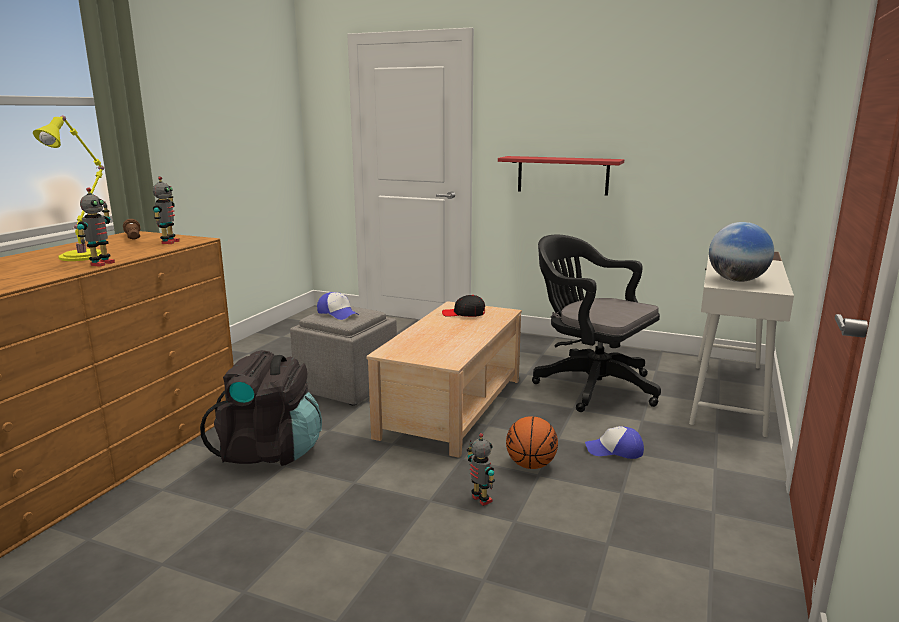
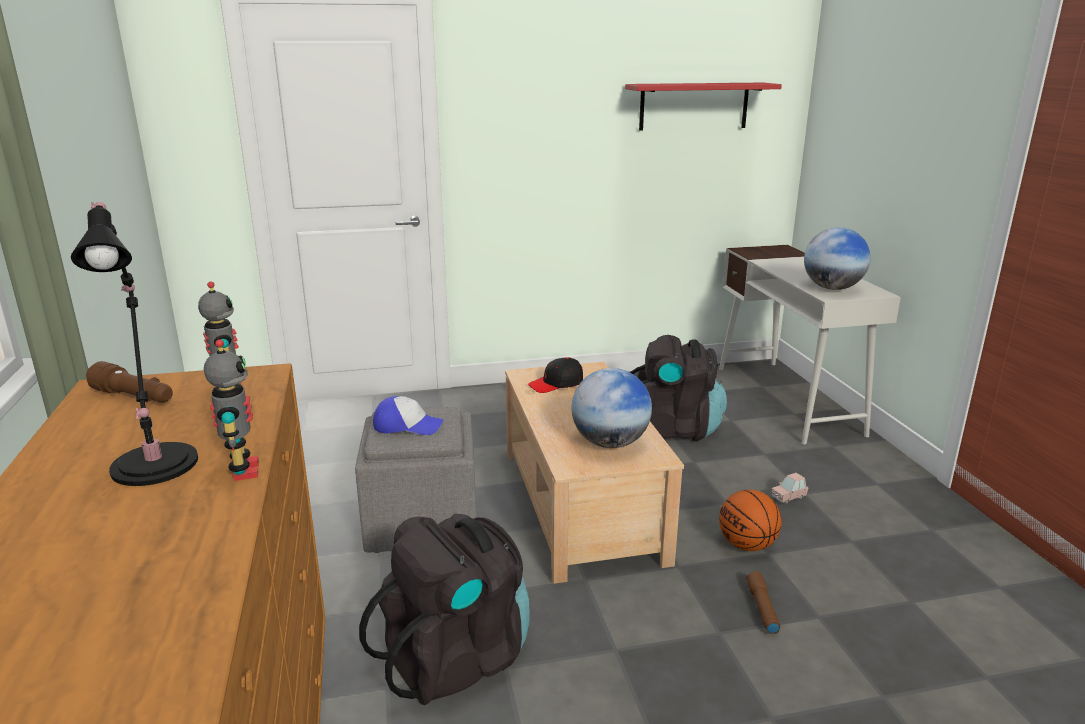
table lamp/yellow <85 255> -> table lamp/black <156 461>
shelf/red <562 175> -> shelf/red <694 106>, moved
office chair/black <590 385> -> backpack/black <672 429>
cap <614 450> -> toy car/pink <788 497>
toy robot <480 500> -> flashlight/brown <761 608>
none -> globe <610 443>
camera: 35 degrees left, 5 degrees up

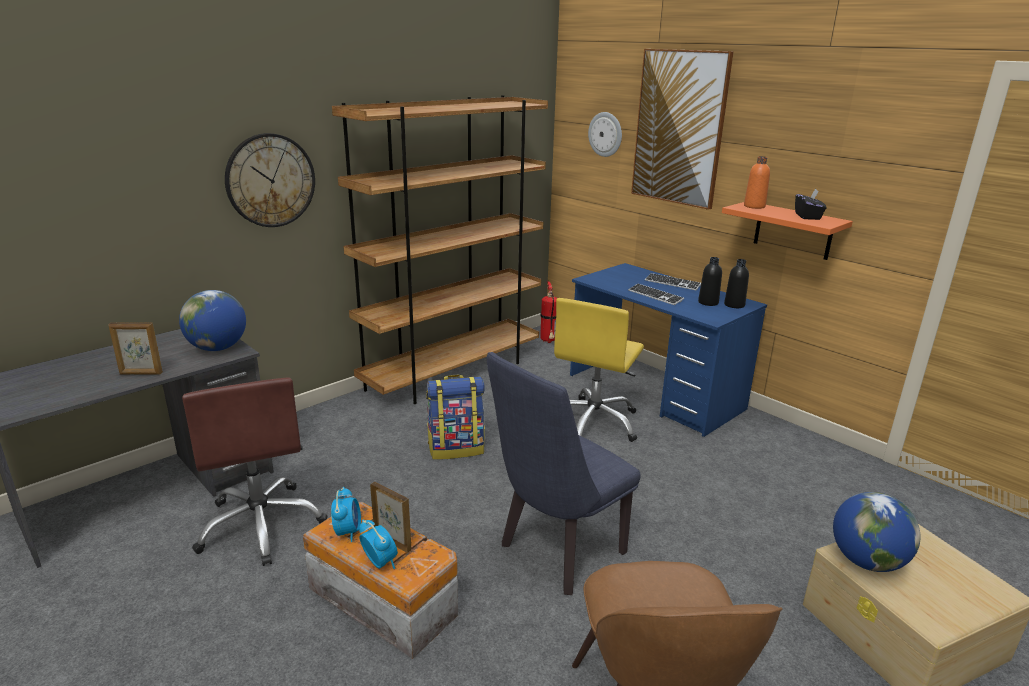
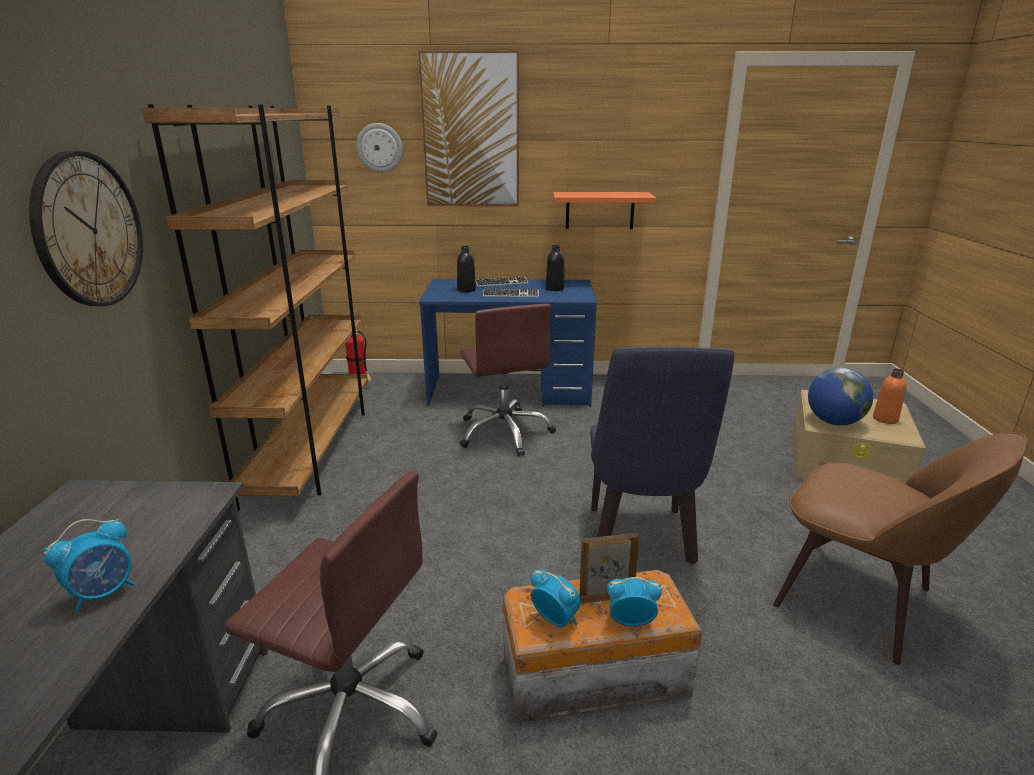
bottle/orange <754 206> -> bottle/orange <885 419>, moved
tissue box/black <808 216> -> none
bottle/black <734 305> -> bottle/black <466 290>, moved
globe <218 348> -> none
office chair/yellow <594 422> -> office chair/brown <505 432>
picture frame <141 373> -> alarm clock <104 593>
backpack <456 448> -> none
camera: 45 degrees left, 0 degrees up

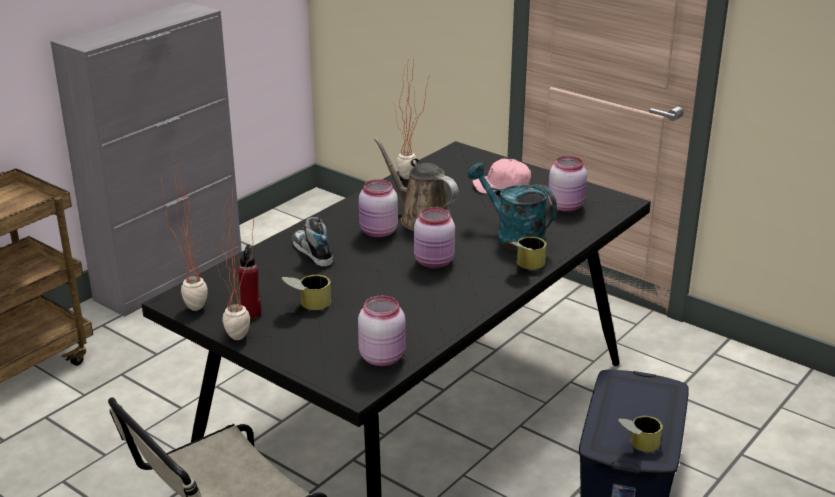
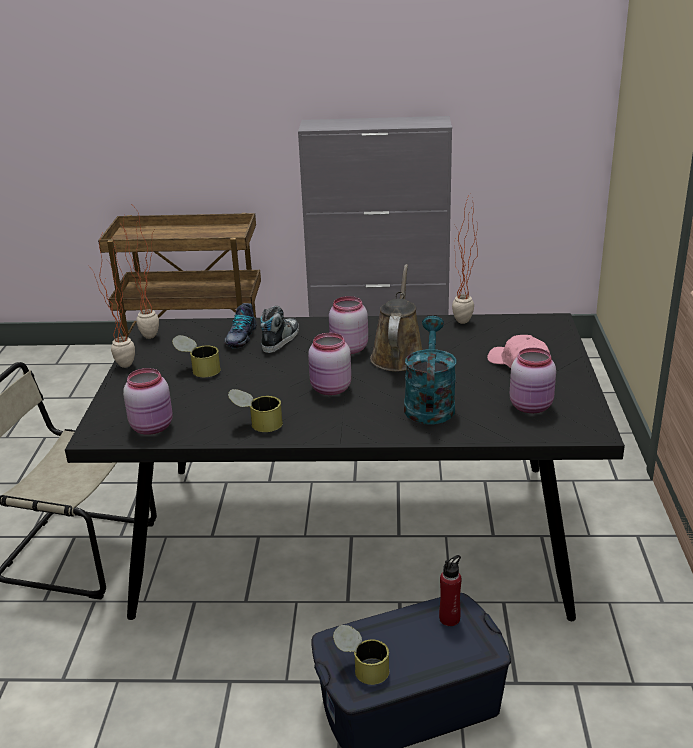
can <525 266> -> can <257 424>, moved
bottle/red <251 313> -> bottle/red <449 618>, moved
none -> shoe <240 337>
camera: 55 degrees right, 0 degrees up

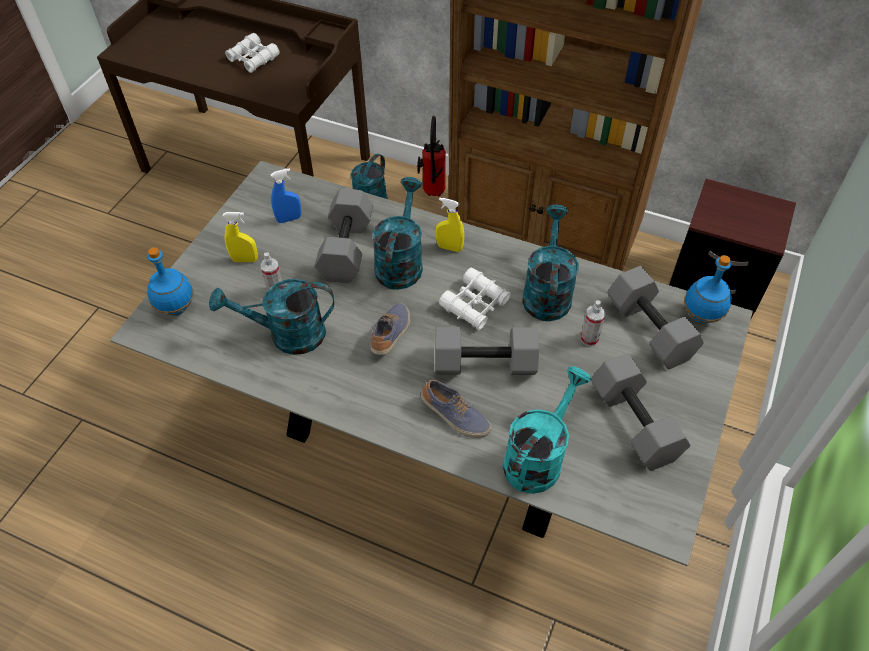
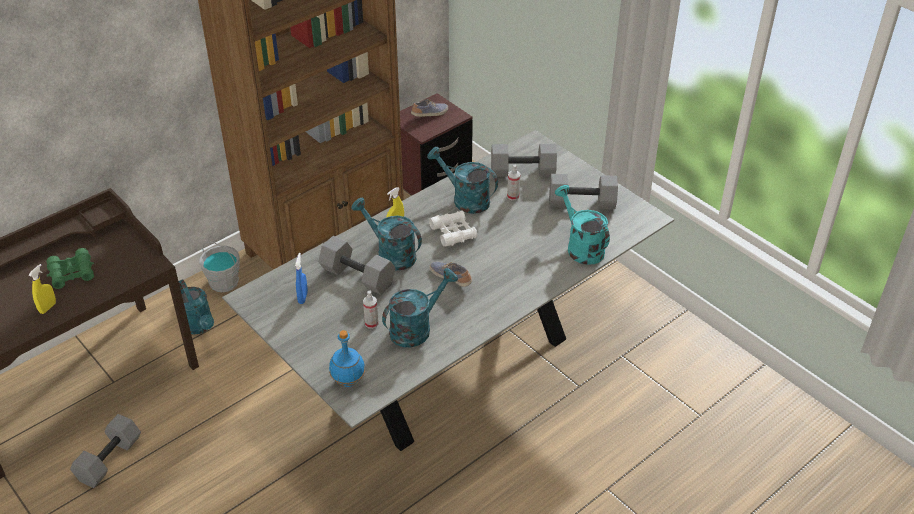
binoculars/white <253 59> -> binoculars/green <72 273>
fire extinguisher <432 194> -> bucket/grey <223 282>
spray bottle/yellow <245 260> -> spray bottle/yellow <48 307>, moved
bottle/blue <701 317> -> none
watering can/turquoise <287 335> -> watering can/turquoise <416 328>, 150 degrees counterclockwise
dumbbell/grey <485 362> -> dumbbell/grey <109 459>, moved
shoe <455 416> -> shoe <430 114>, moved
camera: 65 degrees left, 10 degrees down

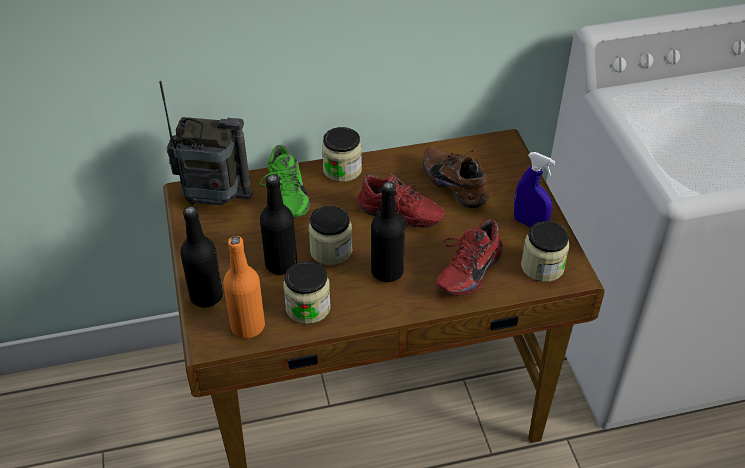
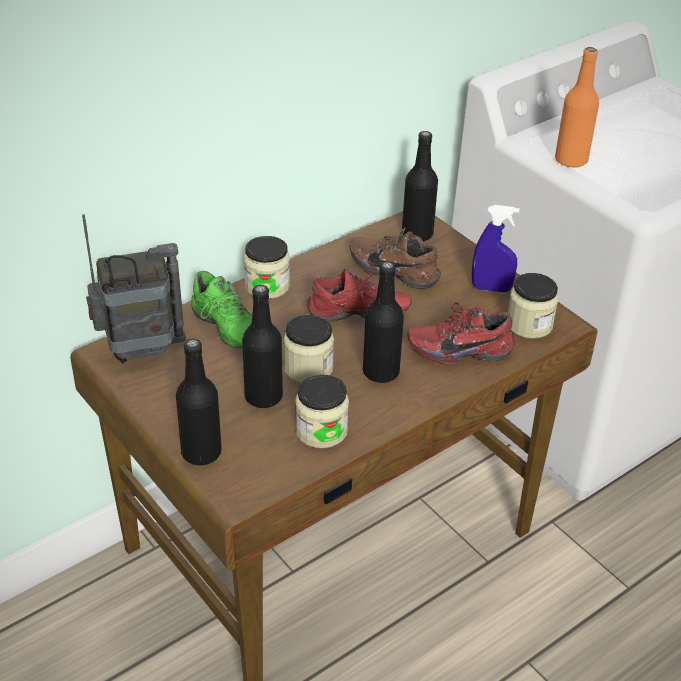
shoe/red <466 271> -> shoe/red <459 349>, 75 degrees clockwise
bottle/orange <248 326> -> bottle/orange <571 160>, moved
none -> bottle/black <417 234>
camera: 25 degrees left, 5 degrees down

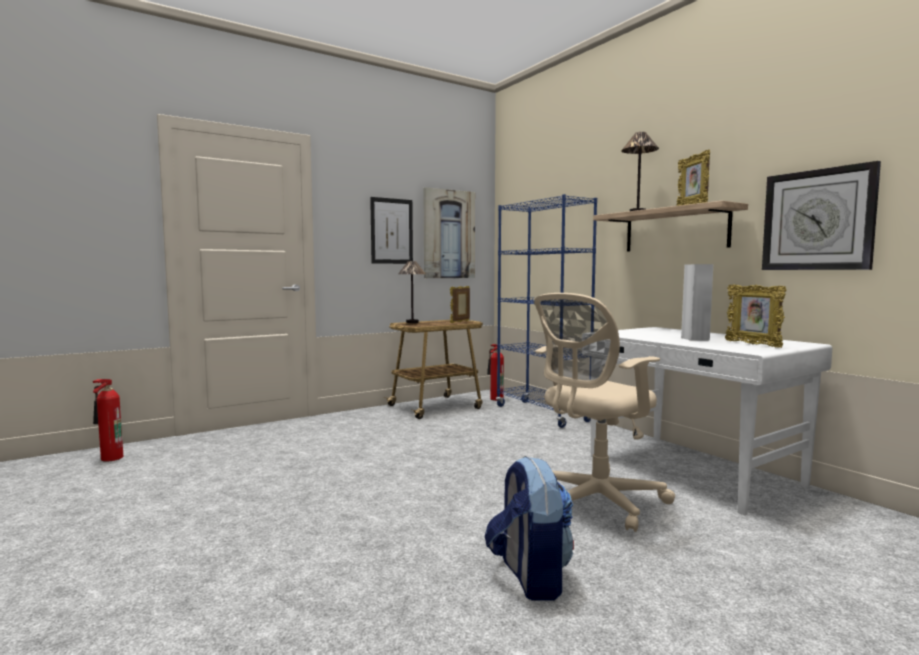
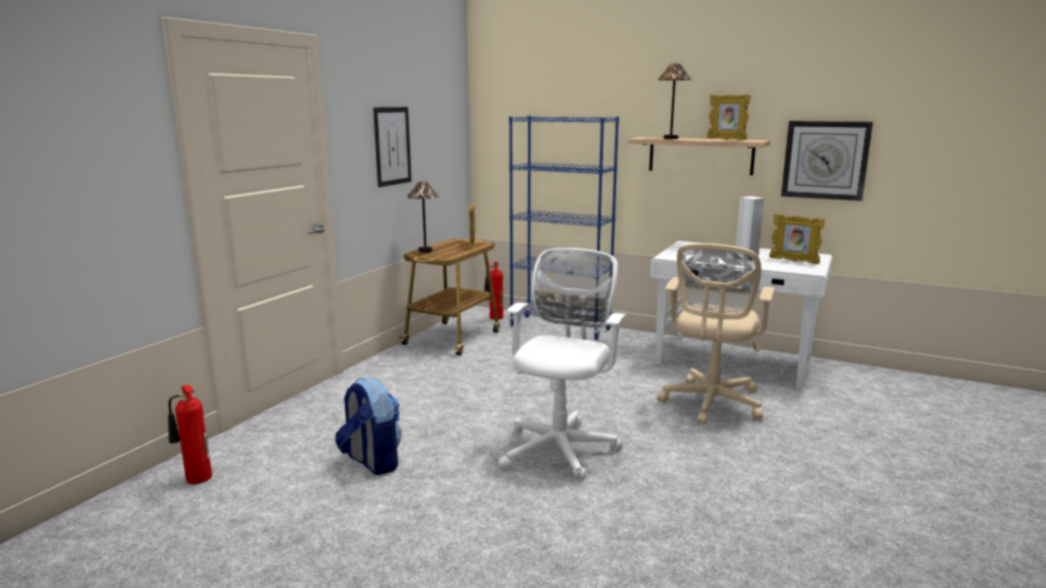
picture <448 234> -> none
backpack <529 577> -> backpack <371 461>, moved
none -> office chair/white <561 448>
camera: 30 degrees left, 10 degrees up

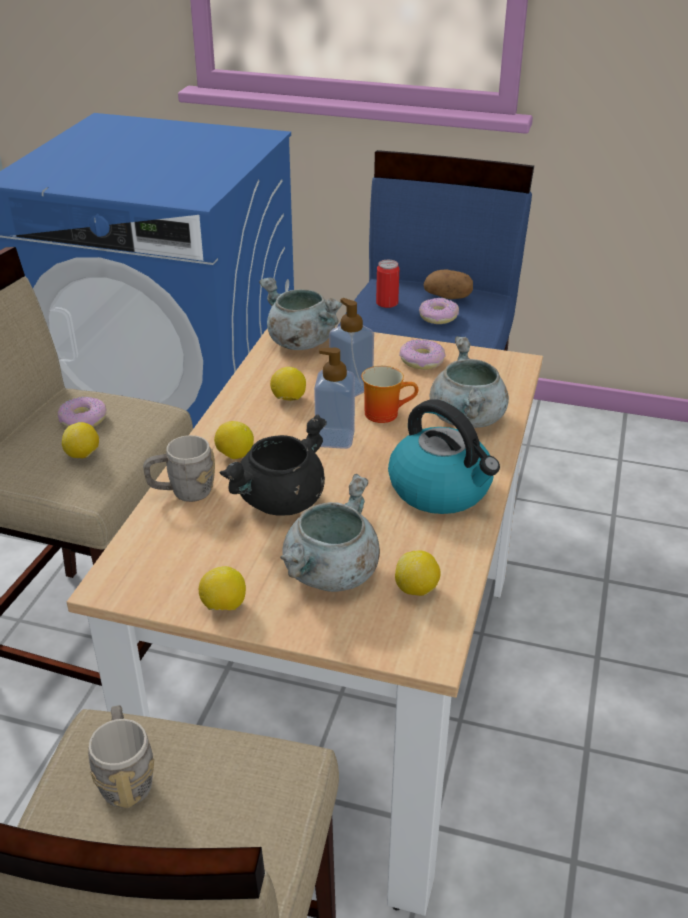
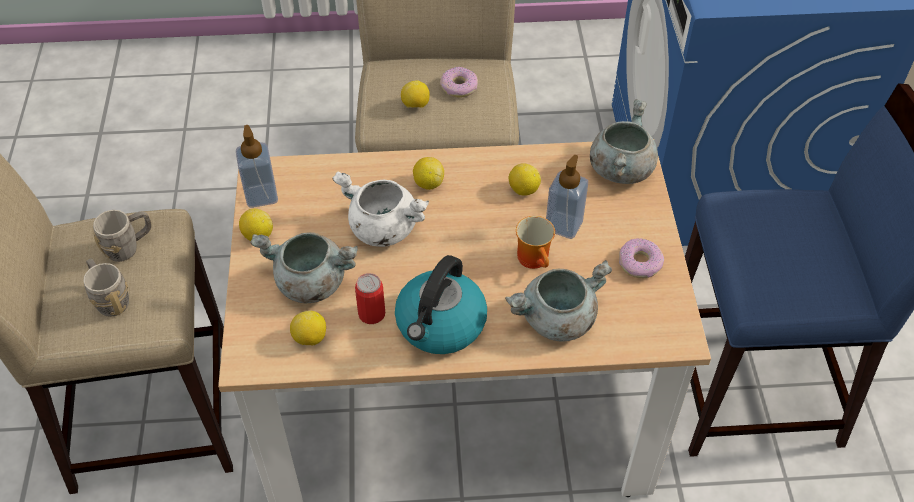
can <387 303> -> can <371 314>, moved
potato <448 297> -> none
donut <438 317> -> none
soap dispenser <335 439> -> soap dispenser <261 196>, moved
cooking pot/black <280 502> -> cooking pot/white <382 229>
mug/grey <182 492> -> mug/grey <110 299>, moved
camera: 70 degrees right, 15 degrees up

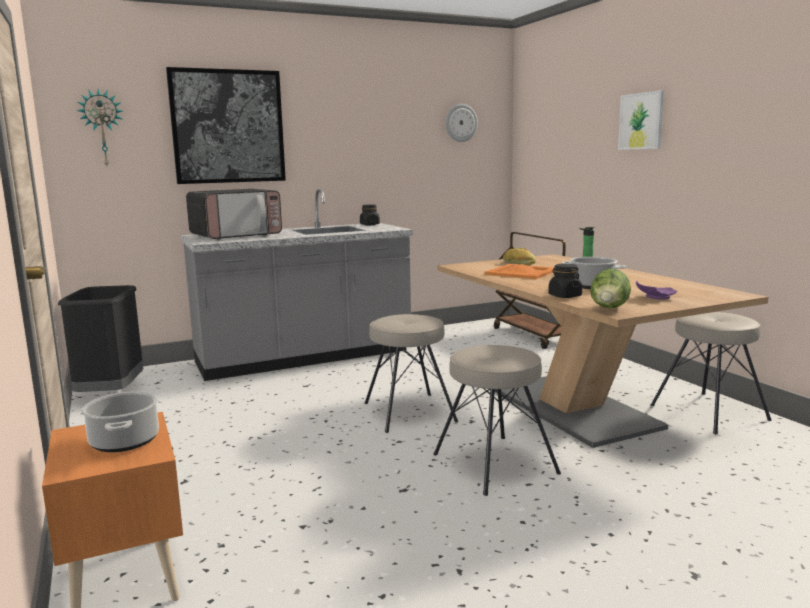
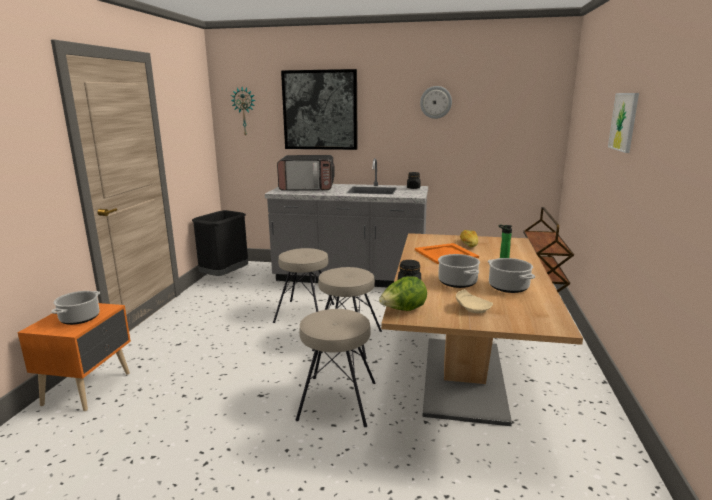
wall clock <460 123> -> wall clock <436 102>, moved
plate/purple <654 297> -> plate/beige <472 308>
stool/beige <709 412> -> stool/beige <305 313>, moved
none -> cooking pot <509 287>
camera: 35 degrees right, 5 degrees up

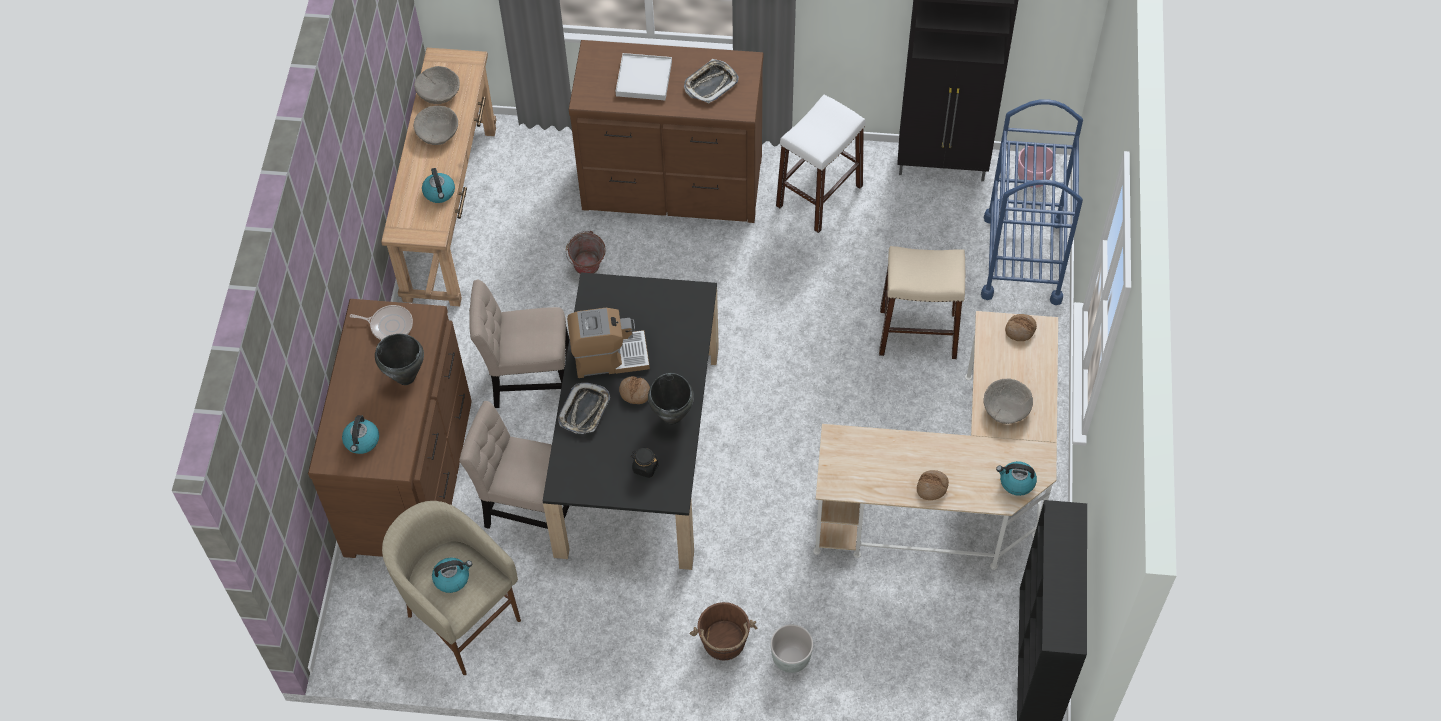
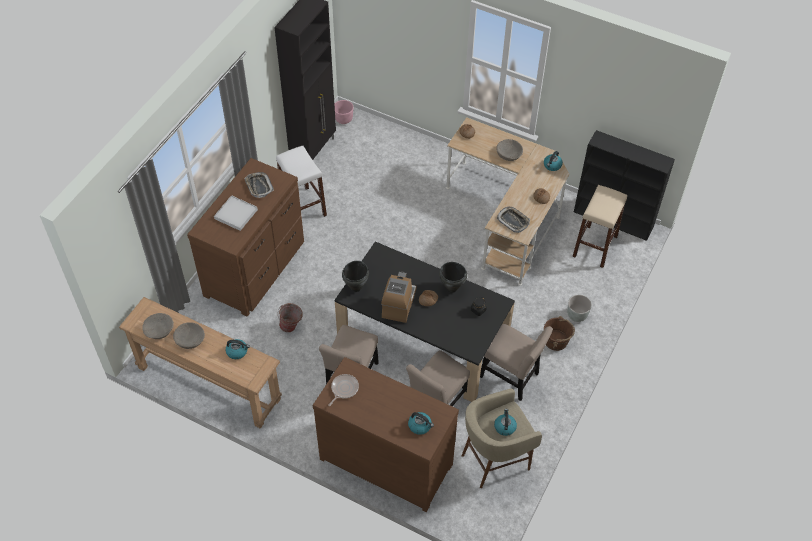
cart/blue <1022 259> -> none
stool/beige <917 333> -> stool/beige <595 246>, moved
cooking pot/black <406 377> -> cooking pot/black <356 287>, moved
tray <585 411> -> tray <513 221>, moved
none -> chair/beige <511 377>
camera: 70 degrees left, 5 degrees down

